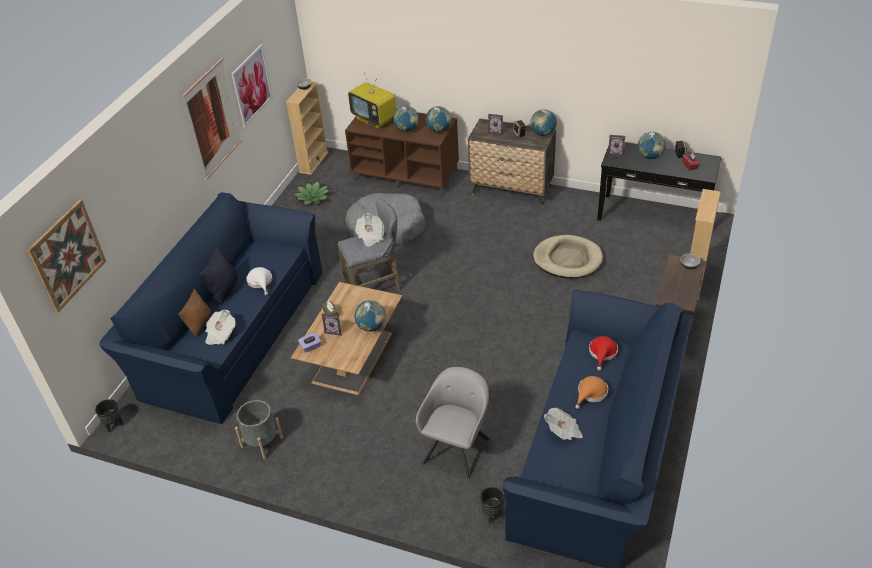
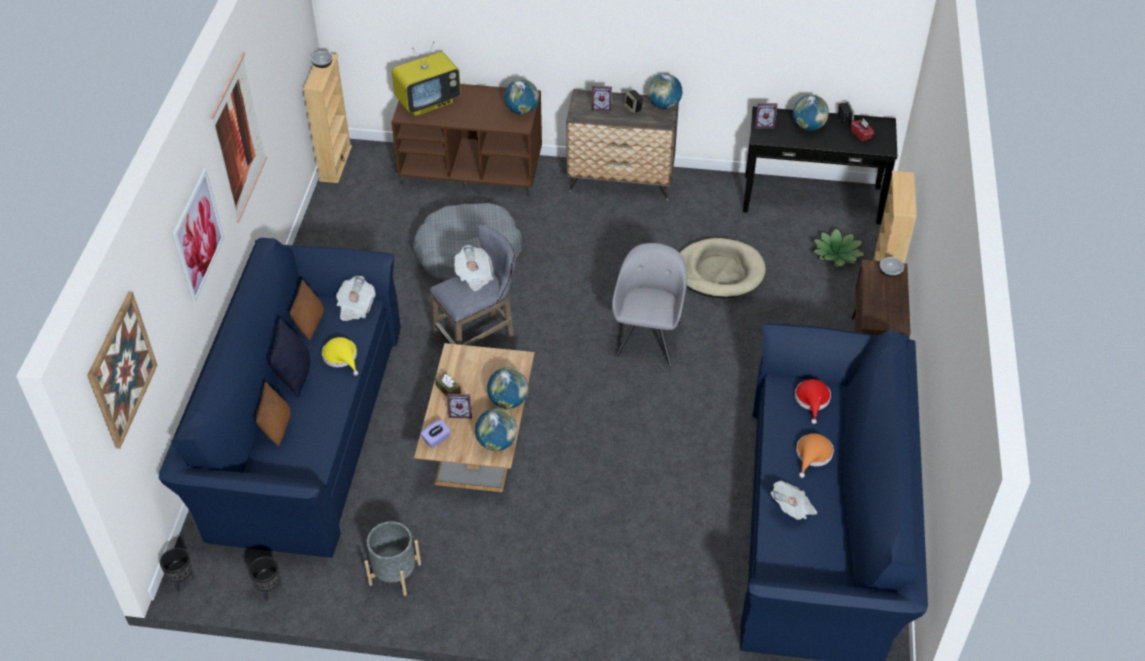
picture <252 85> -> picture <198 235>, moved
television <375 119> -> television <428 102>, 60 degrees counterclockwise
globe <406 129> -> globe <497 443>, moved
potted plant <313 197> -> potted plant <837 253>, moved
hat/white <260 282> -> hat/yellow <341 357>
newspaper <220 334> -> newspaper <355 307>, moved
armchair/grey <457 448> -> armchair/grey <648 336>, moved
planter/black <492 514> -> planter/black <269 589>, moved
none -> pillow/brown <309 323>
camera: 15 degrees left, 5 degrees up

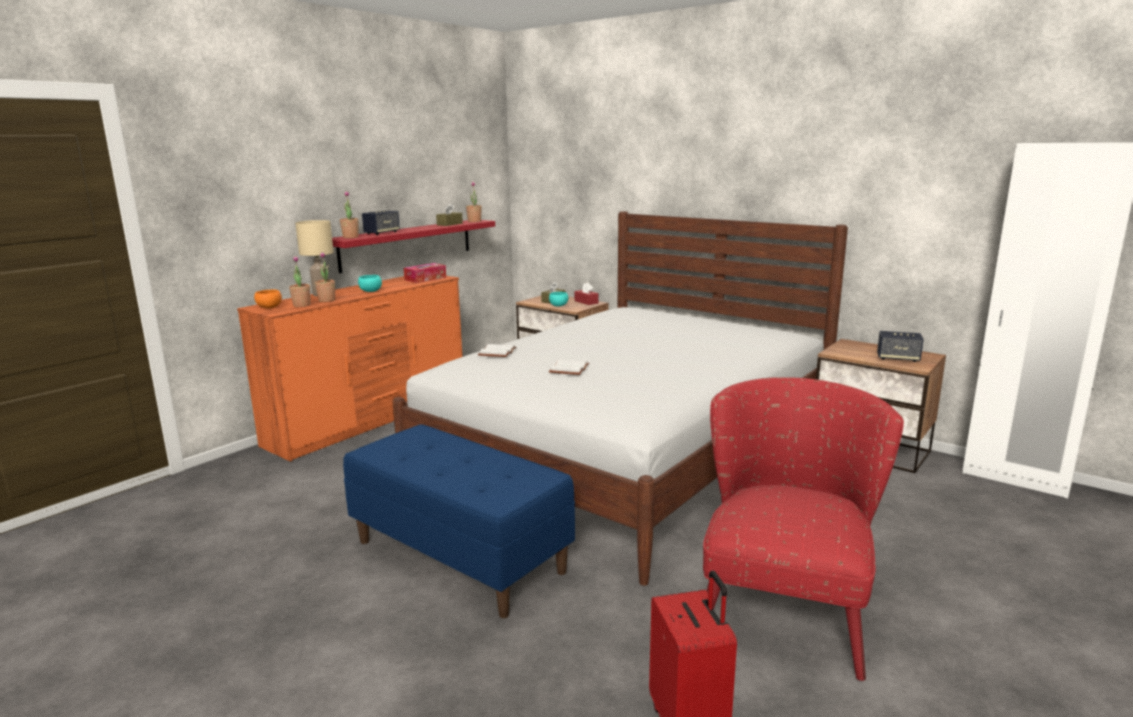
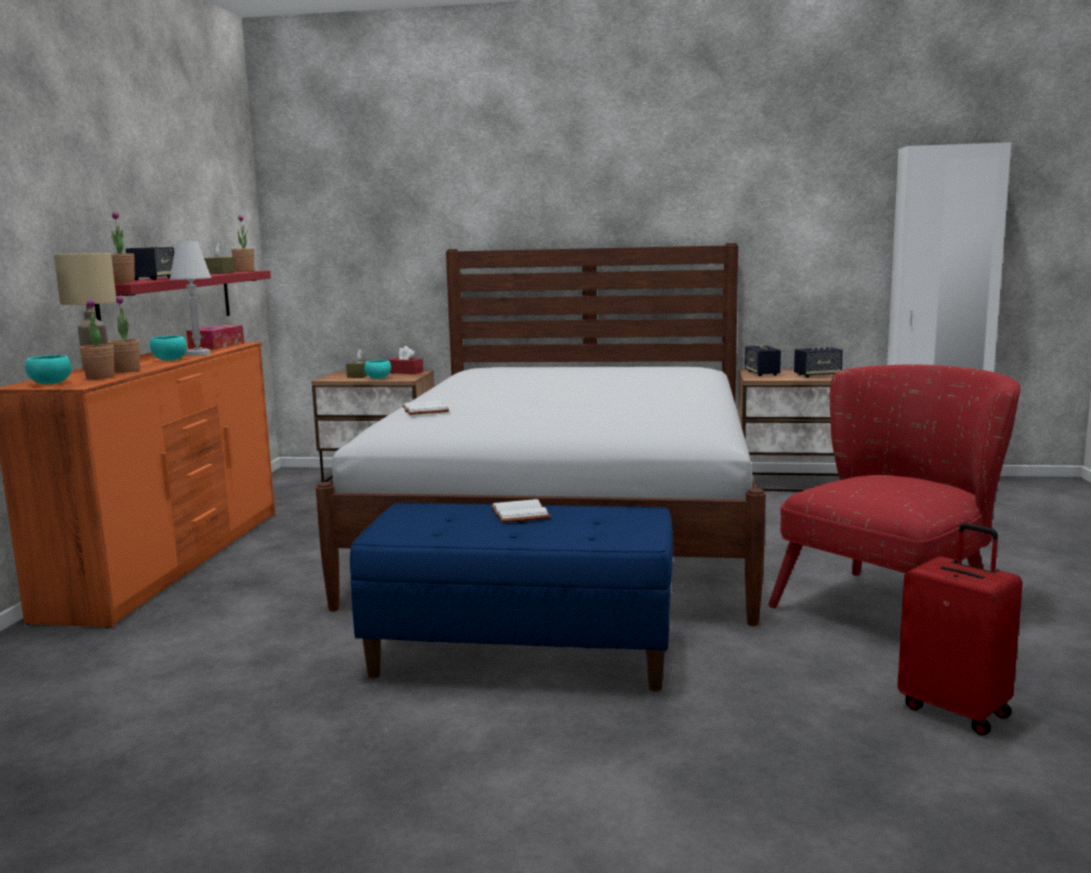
bowl/orange <269 308> -> bowl/turquoise <51 384>
book/white <570 369> -> book/white <522 514>, moved
armchair/red <784 604> -> armchair/red <895 605>, 60 degrees clockwise
none -> table lamp/white <198 354>
none -> speaker <762 373>
camera: 30 degrees left, 5 degrees down

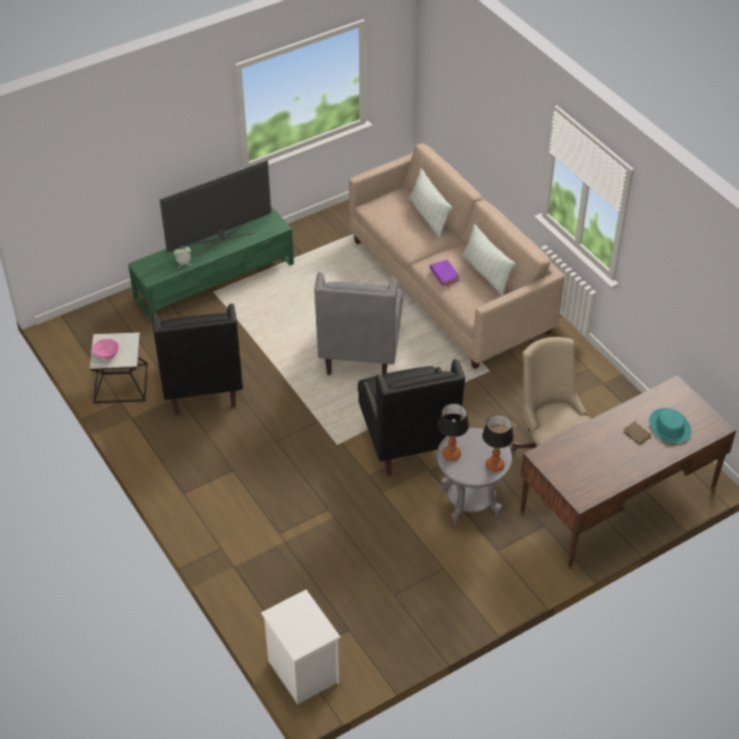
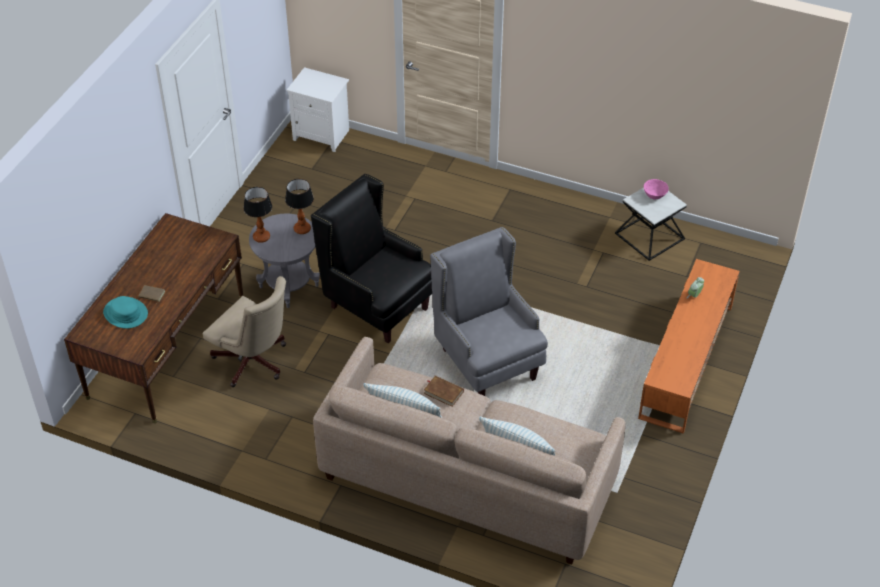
television <221 238> -> none
tv stand/green <215 281> -> tv stand/orange <686 361>
book/purple <444 275> -> book/brown <443 392>
armchair/black <202 385> -> none
camera: 145 degrees right, 0 degrees up

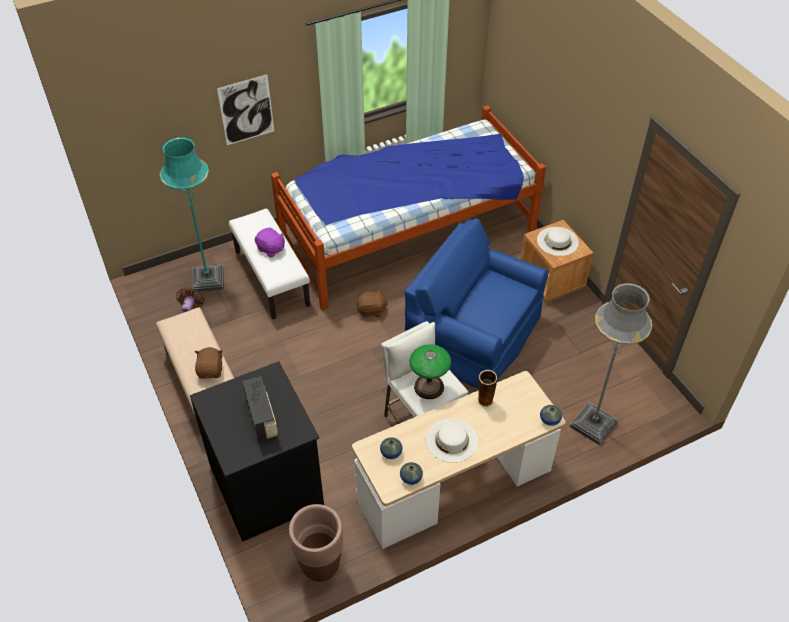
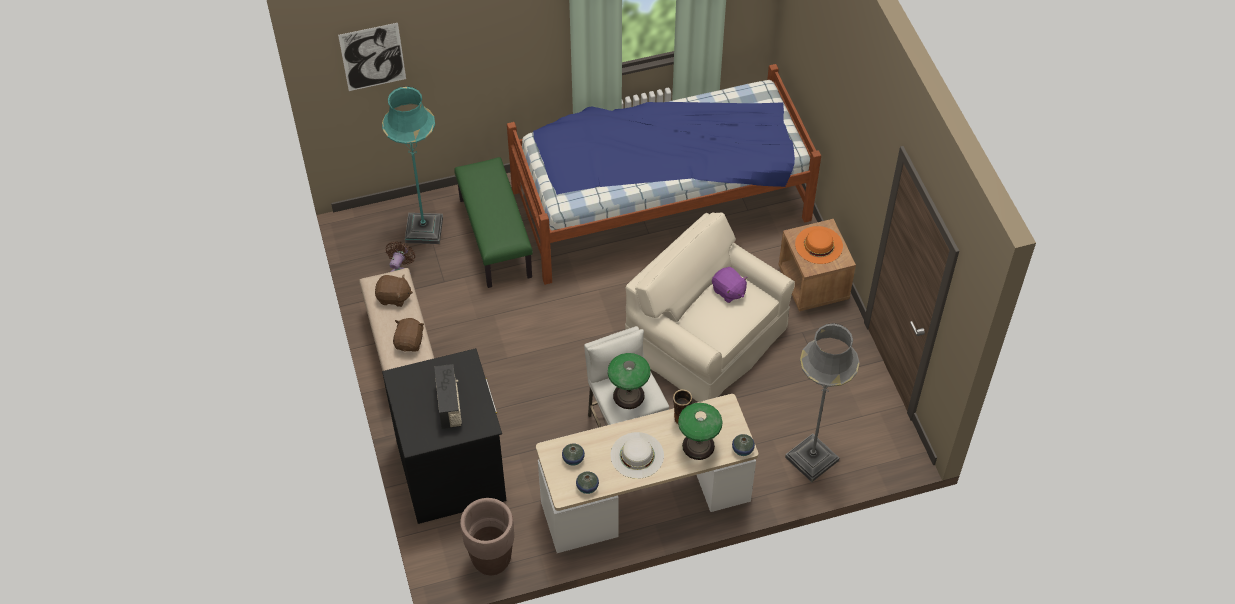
picture <246 110> -> picture <372 57>, moved
bench/white <272 278> -> bench/green <496 238>
armchair/blue <472 335> -> armchair/beige <705 338>
plush toy/purple <271 249> -> plush toy/purple <728 291>, moved
hat/white <557 241> -> hat/orange <819 245>
plush toy/brown <371 310> -> plush toy/brown <394 297>, moved
none -> table lamp <698 445>
camera: 10 degrees right, 5 degrees up

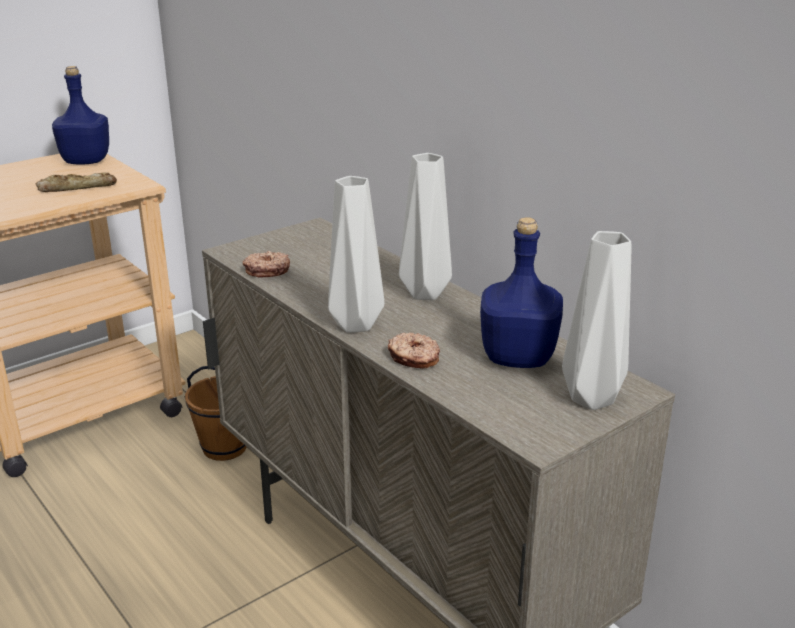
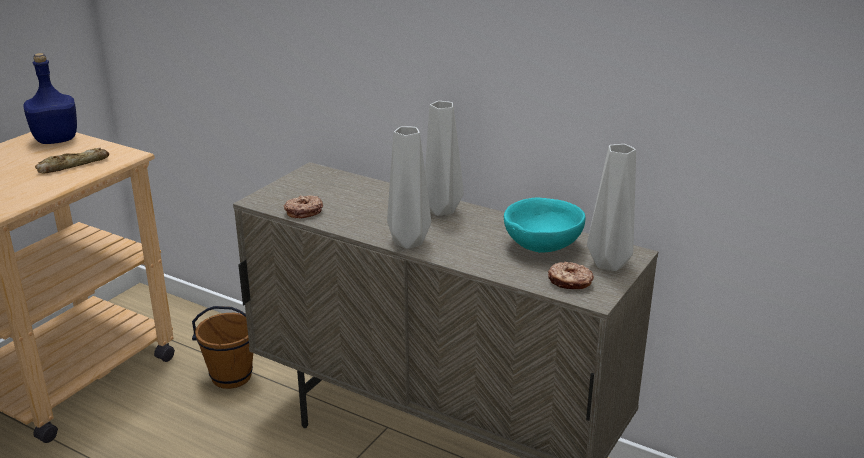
bottle/blue <519 357> -> bowl/turquoise <542 245>
donut <413 358> -> donut <569 282>, moved
camera: 20 degrees left, 0 degrees up

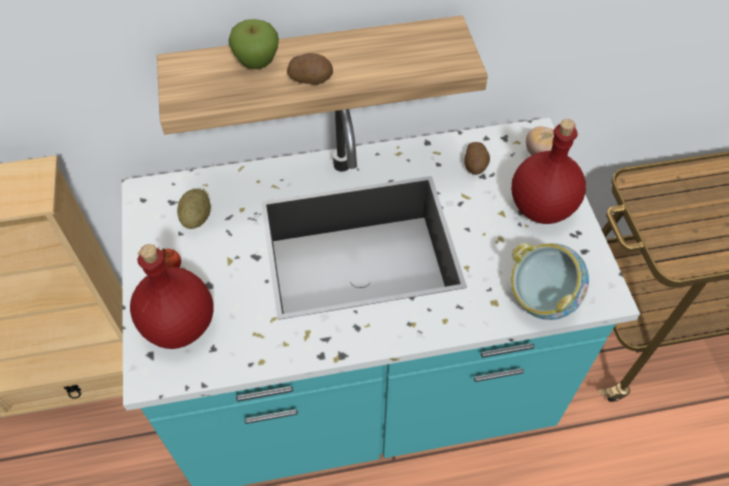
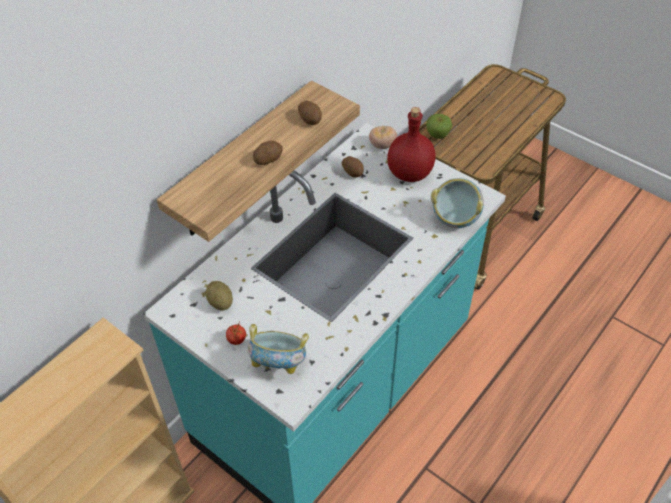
apple <257 62> -> apple <437 135>, moved
bottle/red <181 324> -> bowl <279 363>
none -> potato <310 119>
camera: 40 degrees left, 5 degrees down

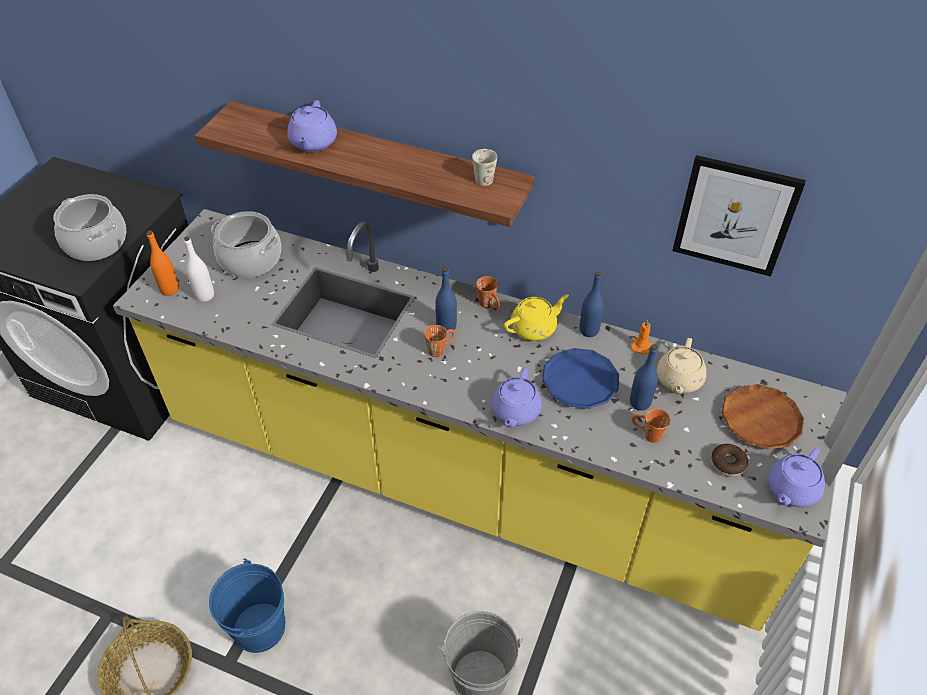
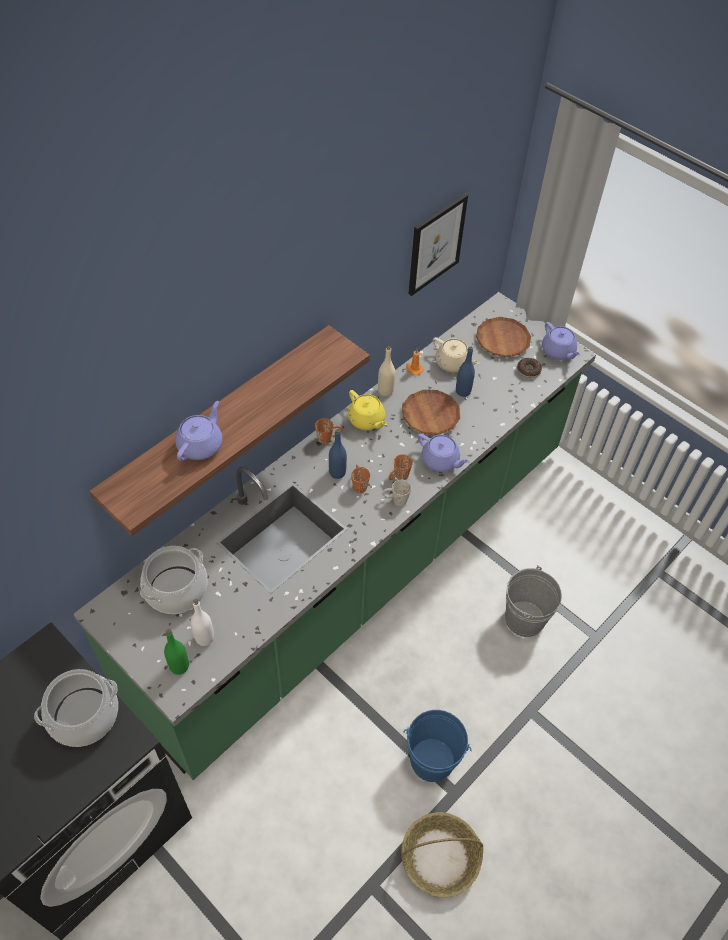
teapot/purple <313 143> -> teapot/purple <201 445>, 90 degrees counterclockwise
mug/white <481 176> -> mug/white <395 500>, moved
counter/yellow <463 478> -> counter/green <359 570>
bottle/orange <170 290> -> bottle/green <179 666>
bottle/blue <589 330> -> bottle/beige <385 391>
teapot/yellow <534 328> -> teapot/yellow <367 420>, 150 degrees clockwise
plate/blue <580 382> -> plate/brown <430 415>
mug/orange <646 433> -> mug/orange <398 477>, moved
camera: 70 degrees left, 5 degrees up

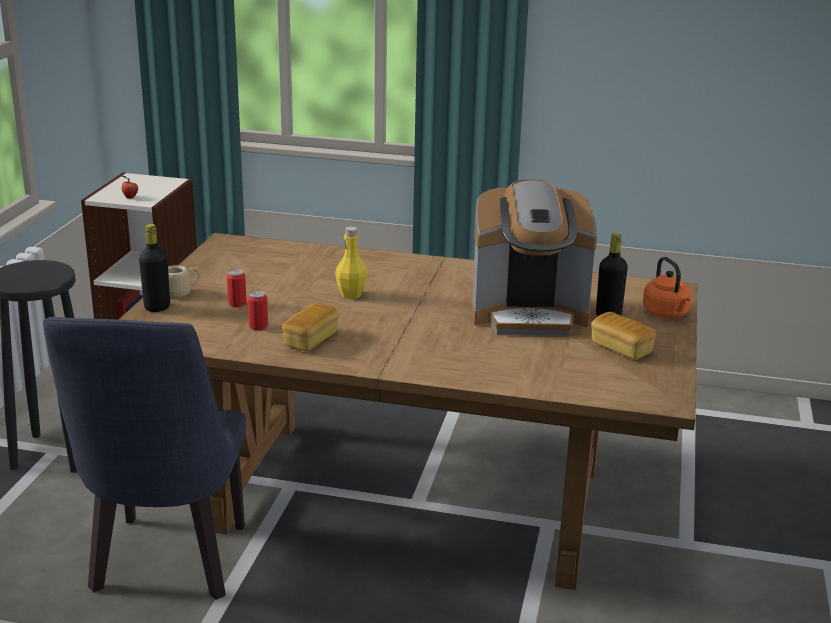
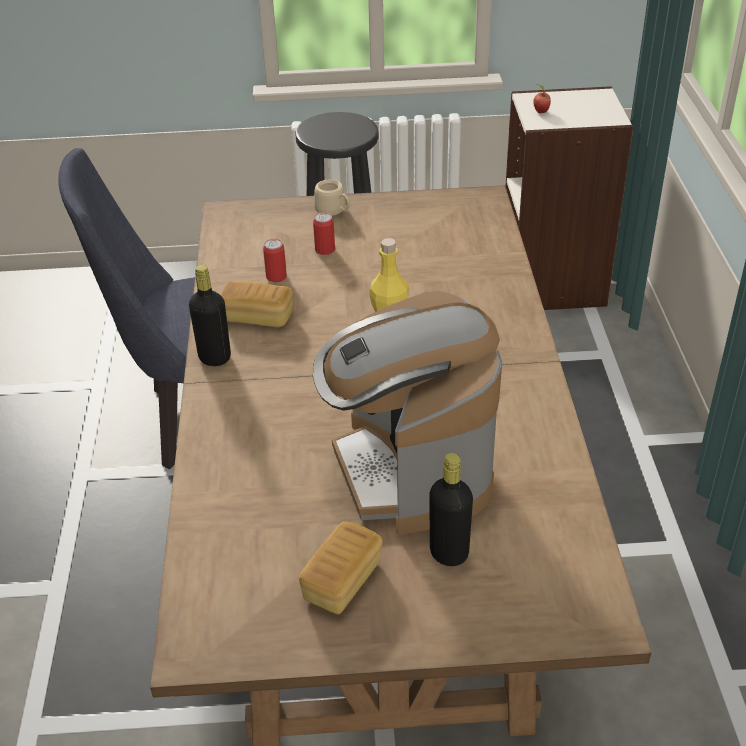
bottle/black <157 307> -> bottle/black <215 358>, moved
kettle/orange <667 314> -> none
camera: 75 degrees right, 15 degrees up

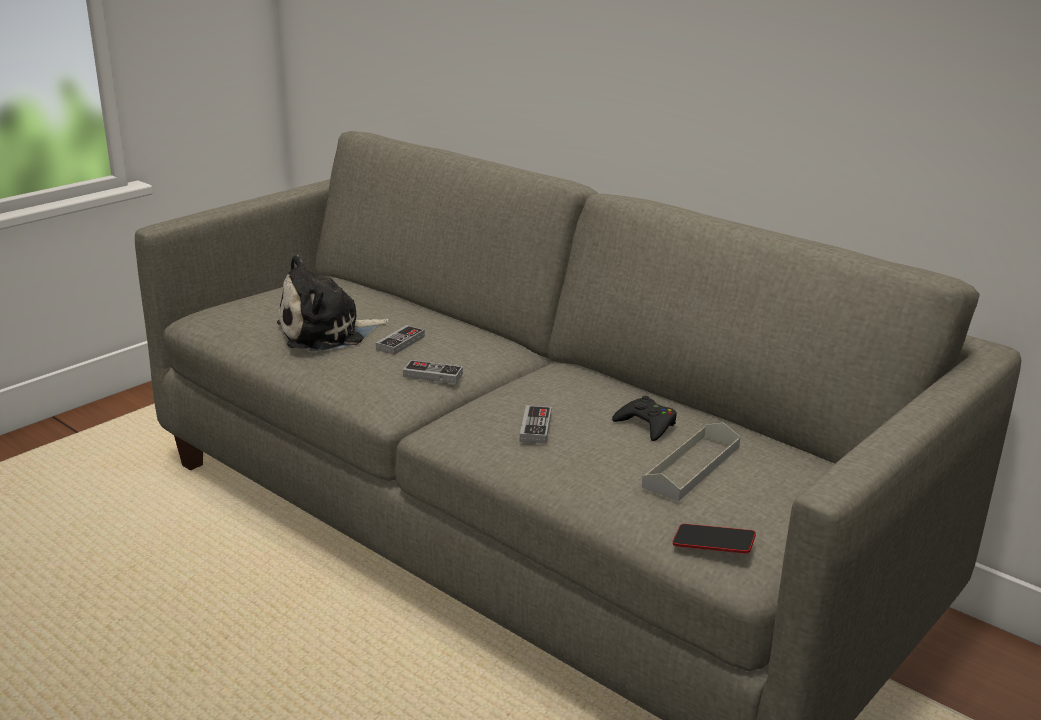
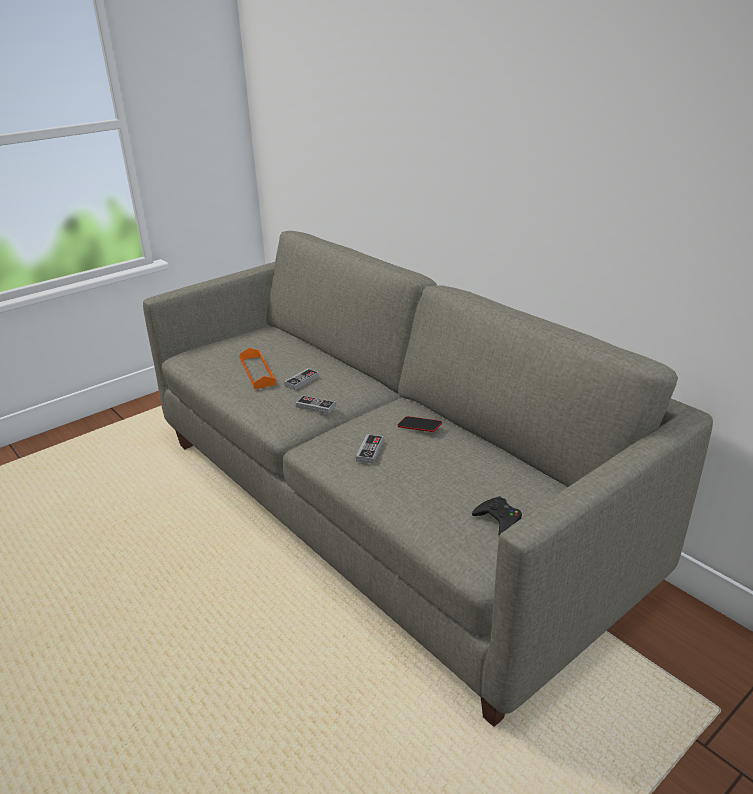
plush toy <327 333> -> tray/orange <257 372>
game controller/black <647 424> -> game controller/black <498 520>, moved
tray/grey <692 467> -> none
phone <713 544> -> phone <419 427>, moved
camera: 10 degrees right, 5 degrees up

